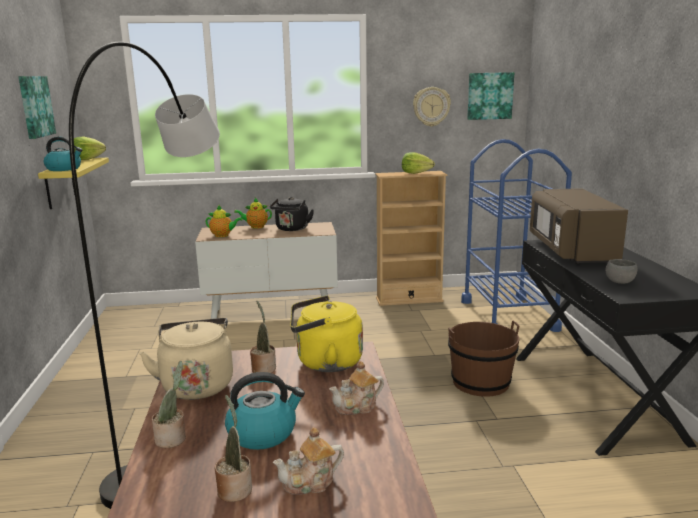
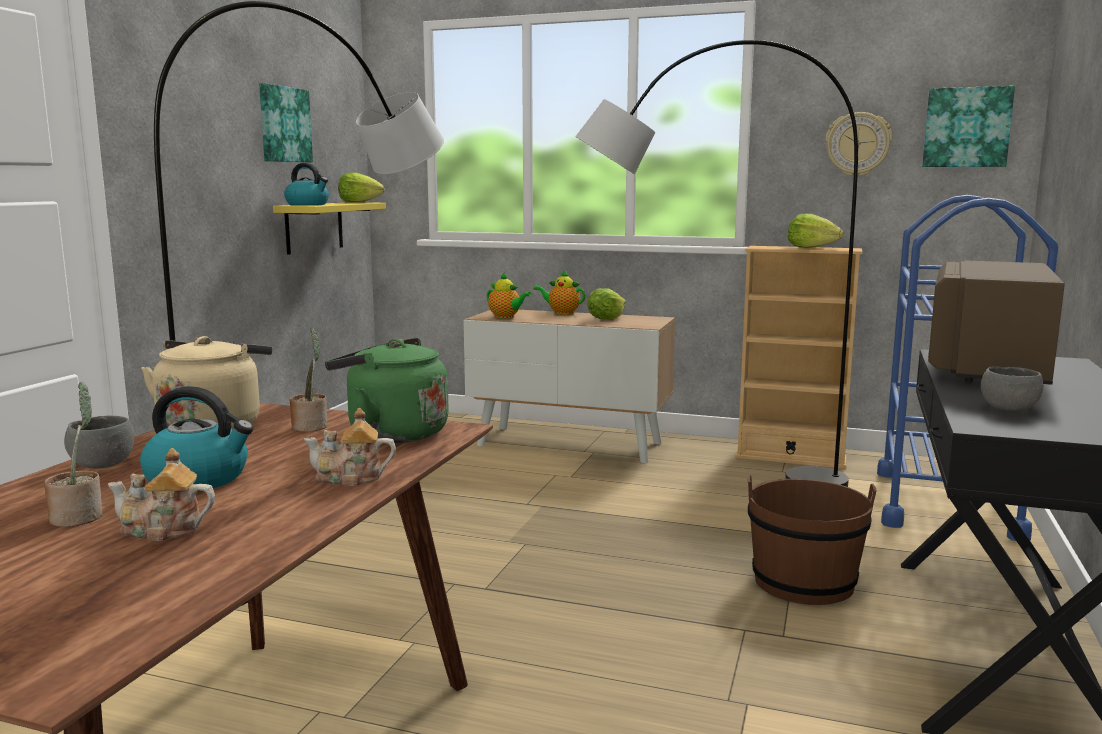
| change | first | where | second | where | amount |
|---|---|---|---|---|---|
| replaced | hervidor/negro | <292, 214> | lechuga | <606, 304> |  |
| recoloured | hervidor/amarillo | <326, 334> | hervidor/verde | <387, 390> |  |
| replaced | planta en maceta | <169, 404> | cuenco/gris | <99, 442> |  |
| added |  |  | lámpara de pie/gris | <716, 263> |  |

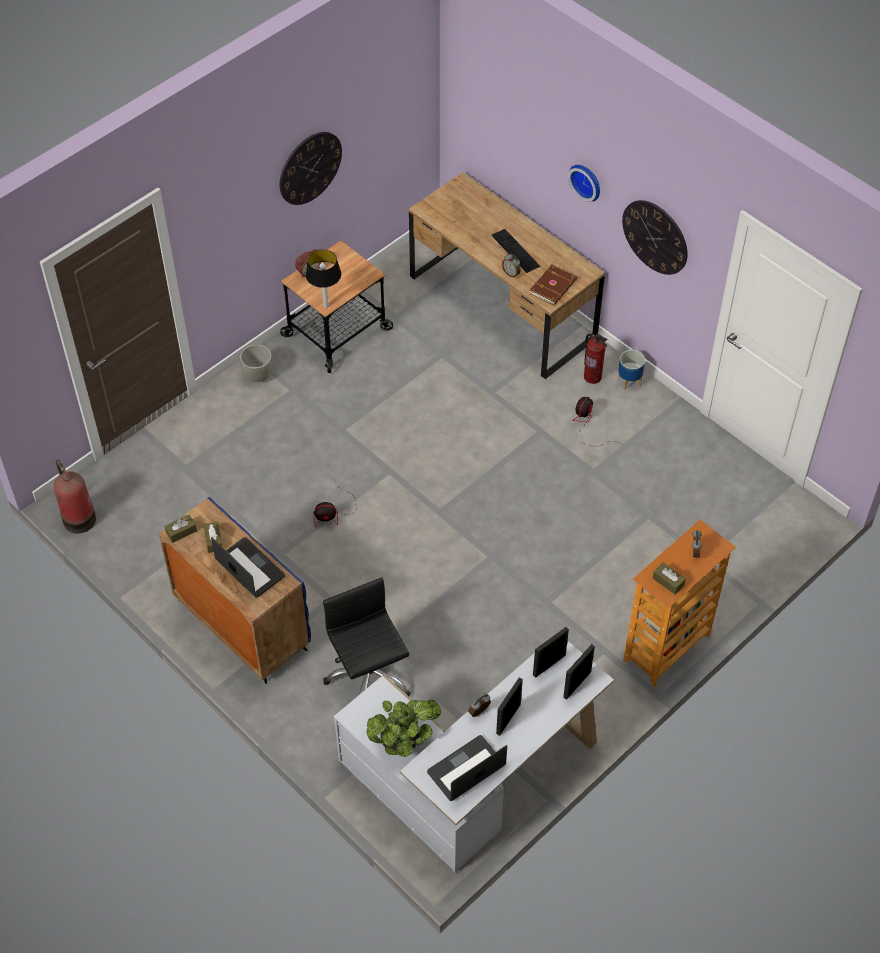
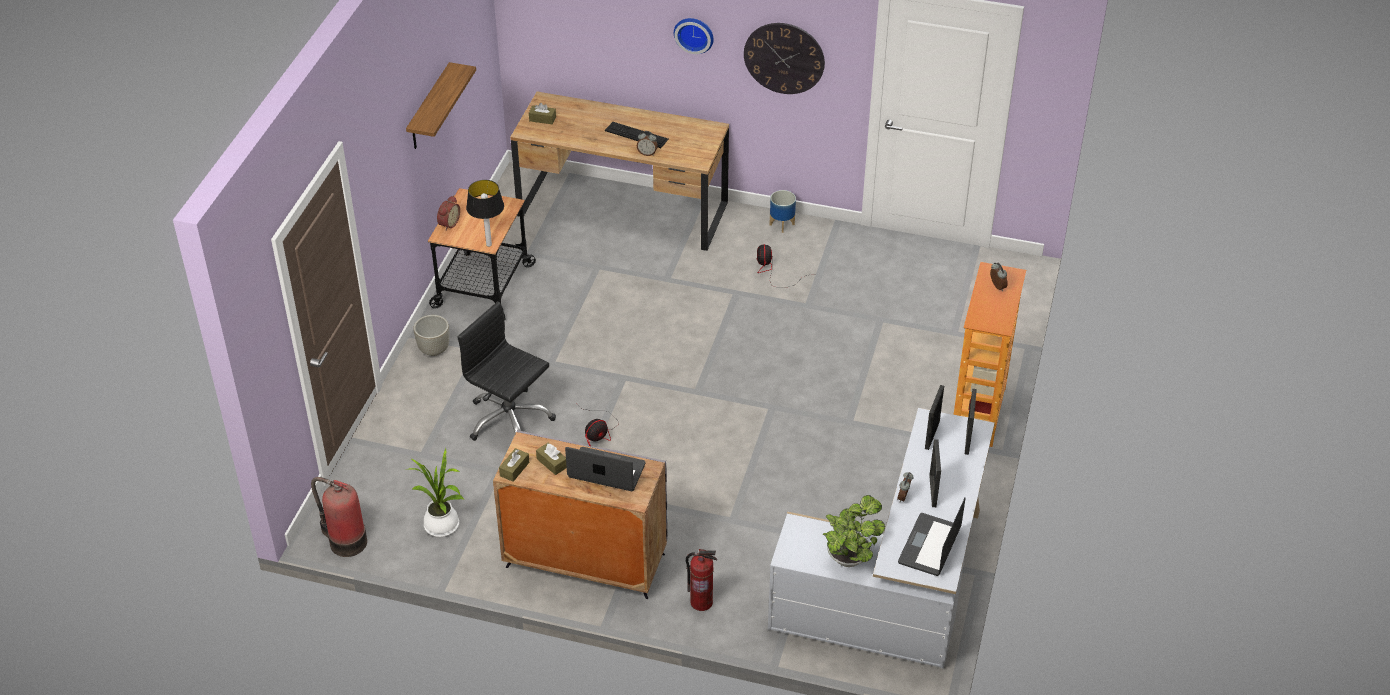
| change | first | where | second | where | amount |
|---|---|---|---|---|---|
| replaced | reloj de pared | <311, 168> | estante | <441, 105> |  |
| removed | libro/marrón | <553, 285> |  |  |  |
| moved | extintor | <596, 358> |  | <701, 580> |  |
| recoloured | armario/azul | <235, 590> | armario/gris | <580, 514> |  |
| moved | caja de pañuelos/marrón | <669, 578> |  | <542, 114> |  |
| moved | silla de oficina/negro | <367, 637> |  | <506, 371> |  |
| added |  |  | planta en maceta | <437, 492> |  |

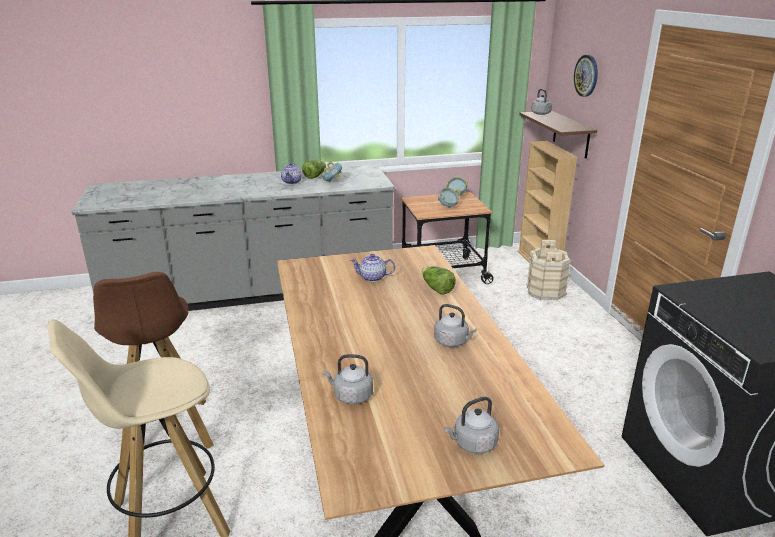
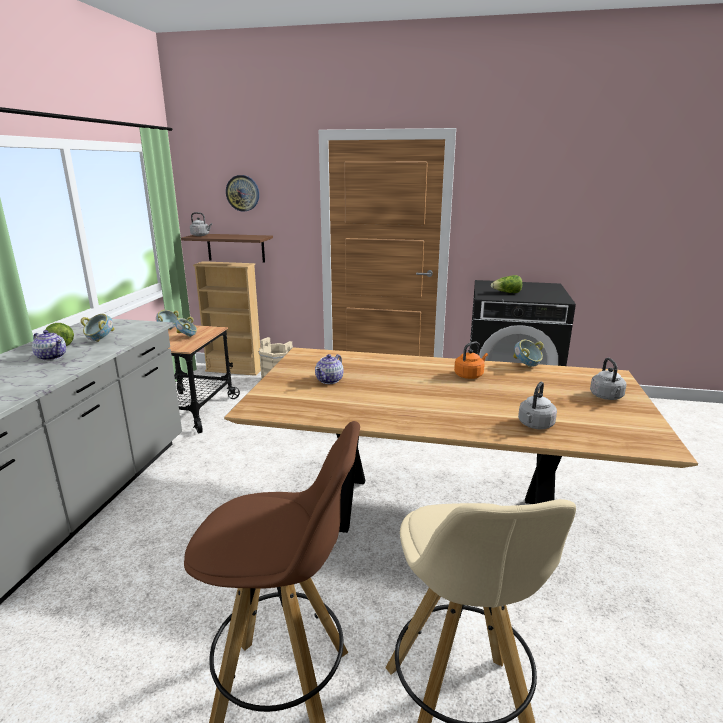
| change | first | where | second | where | amount |
|---|---|---|---|---|---|
| moved | lechuga | <439, 280> |  | <506, 284> |  |
| recoloured | hervidor/gris | <455, 325> | hervidor/naranja | <471, 360> |  |
| added |  |  | cuenco | <528, 353> |  |

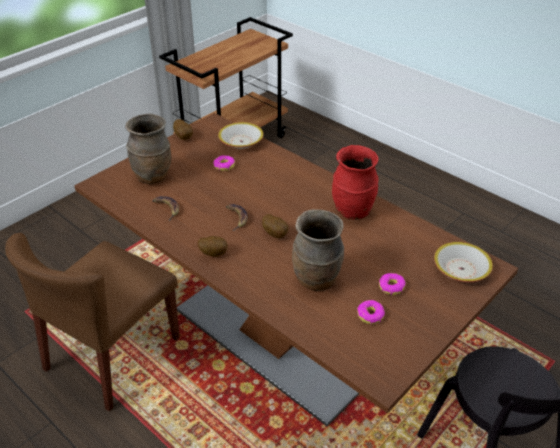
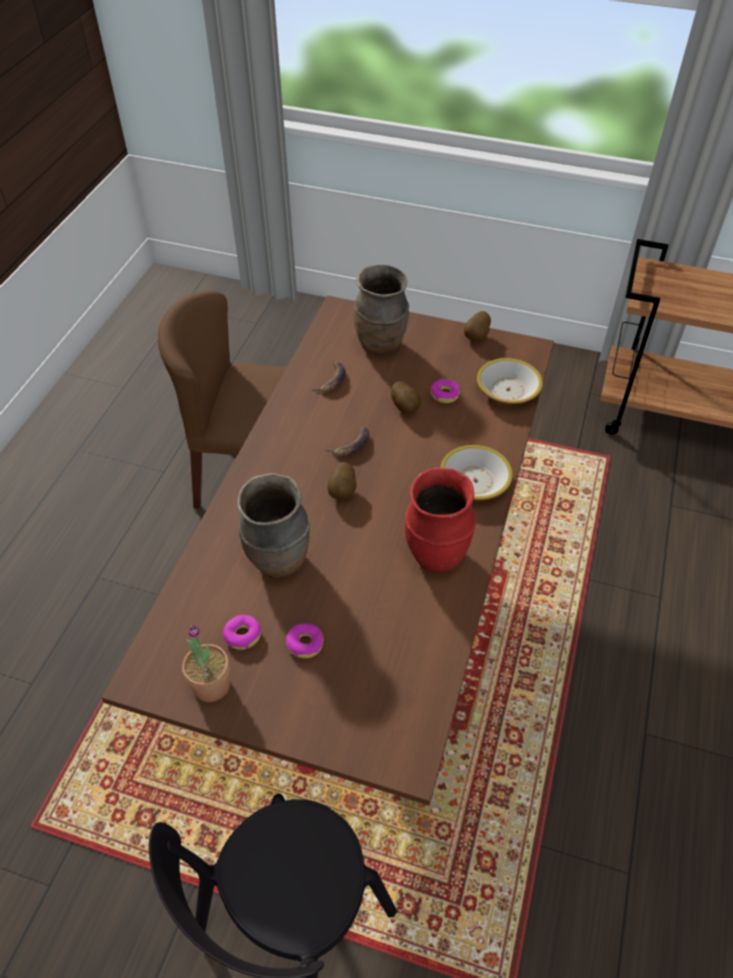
| change | first | where | second | where | amount |
|---|---|---|---|---|---|
| moved | patata | <212, 246> |  | <406, 397> |  |
| moved | cuenco | <463, 262> |  | <476, 472> |  |
| added |  |  | planta en maceta | <206, 663> |  |

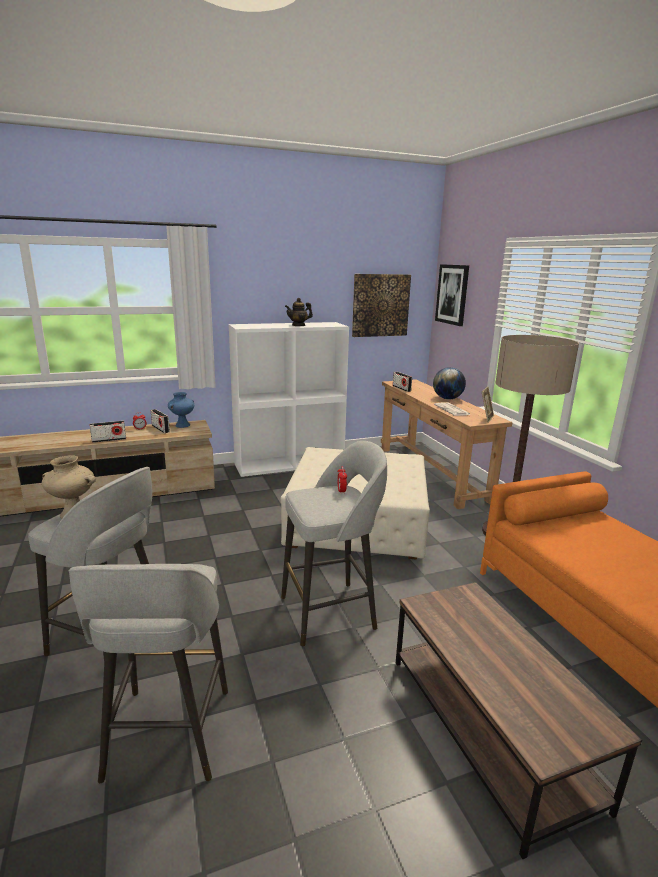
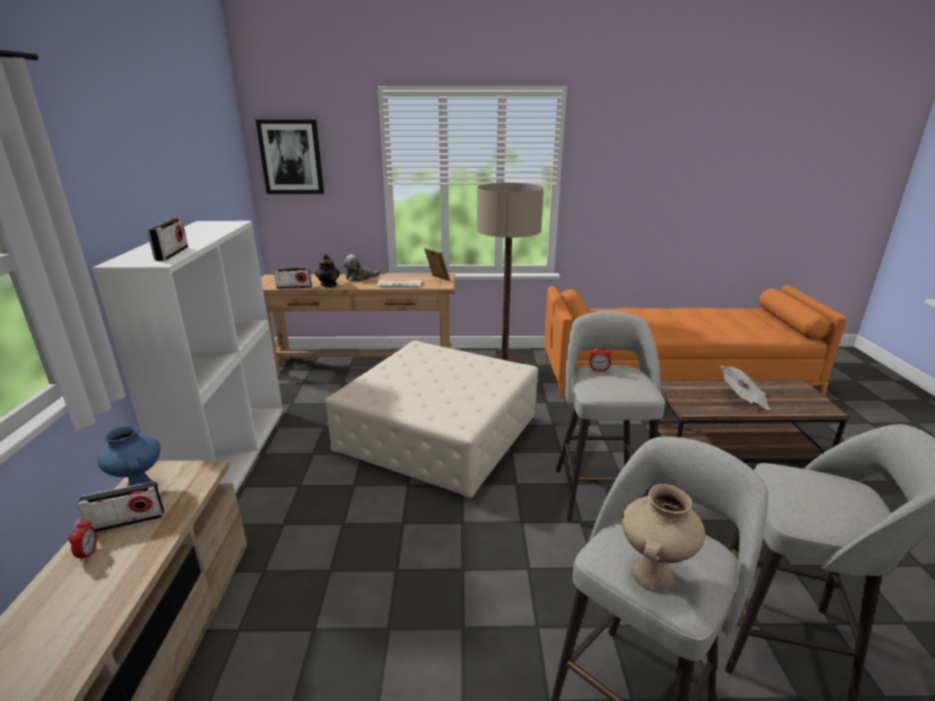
| change | first | where | second | where | amount |
|---|---|---|---|---|---|
| removed | cuadro | <381, 305> |  |  |  |
| moved | tetera | <299, 312> |  | <327, 270> |  |
| replaced | globo terráqueo | <449, 383> | peluche | <362, 268> |  |
| moved | radio | <108, 432> |  | <167, 239> |  |
| added |  |  | periódico | <745, 388> |  |

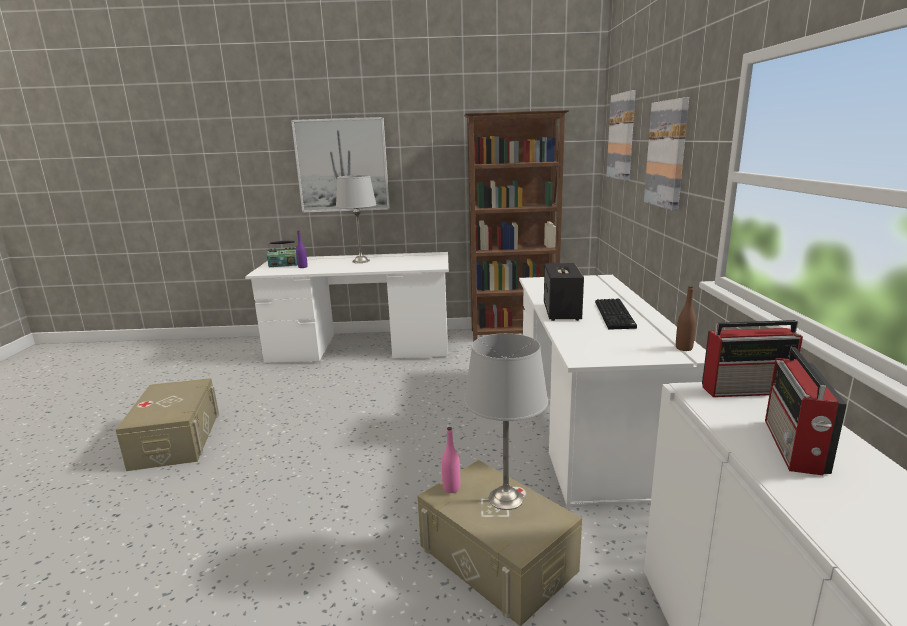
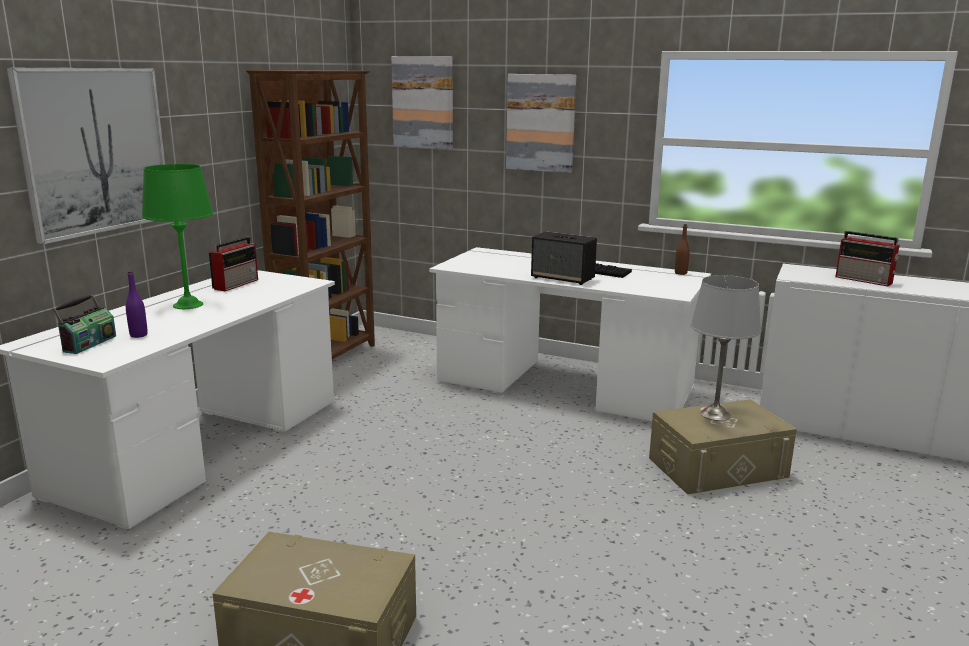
| change | first | where | second | where | amount |
|---|---|---|---|---|---|
| recoloured | lámpara de mesa/gris | <356, 219> | lámpara de mesa/verde | <177, 236> |  |
| moved | radio | <752, 358> |  | <233, 264> |  |
| removed | botella/rosa | <451, 460> |  |  |  |

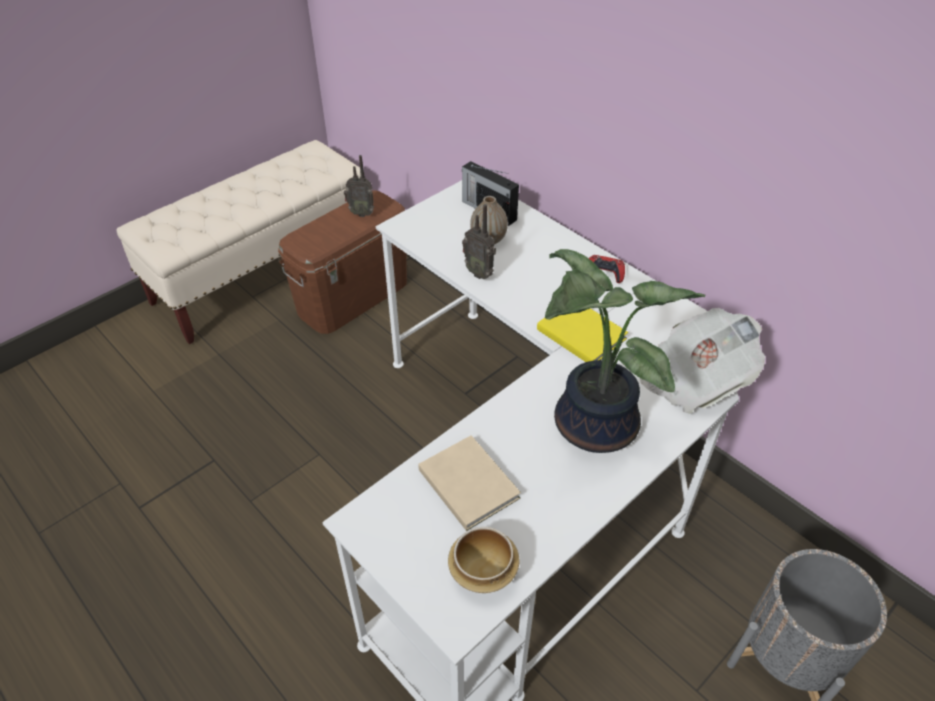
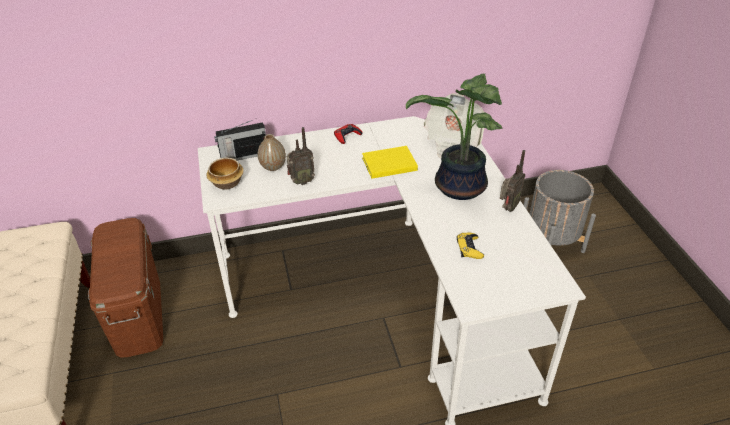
| change | first | where | second | where | amount |
|---|---|---|---|---|---|
| moved | radio | <359, 186> |  | <512, 181> |  |
| replaced | libro/beis | <469, 483> | mando de consola/amarillo | <470, 245> |  |
| moved | cuenco | <483, 560> |  | <225, 174> |  |

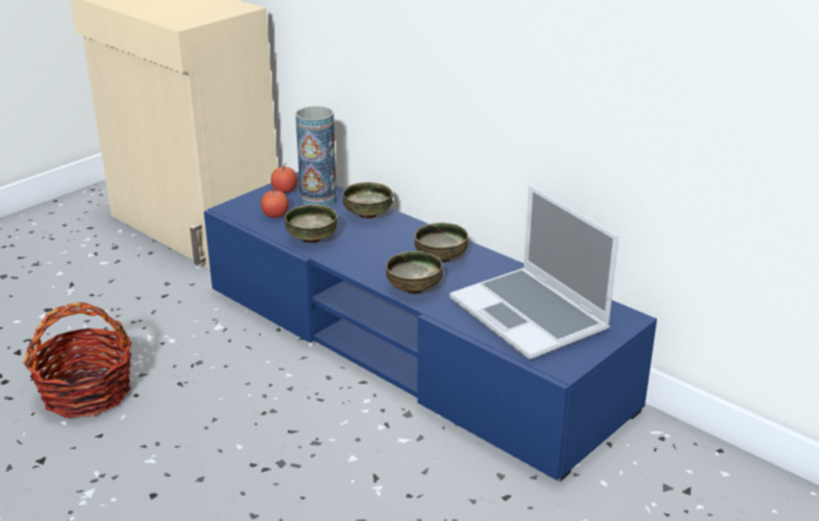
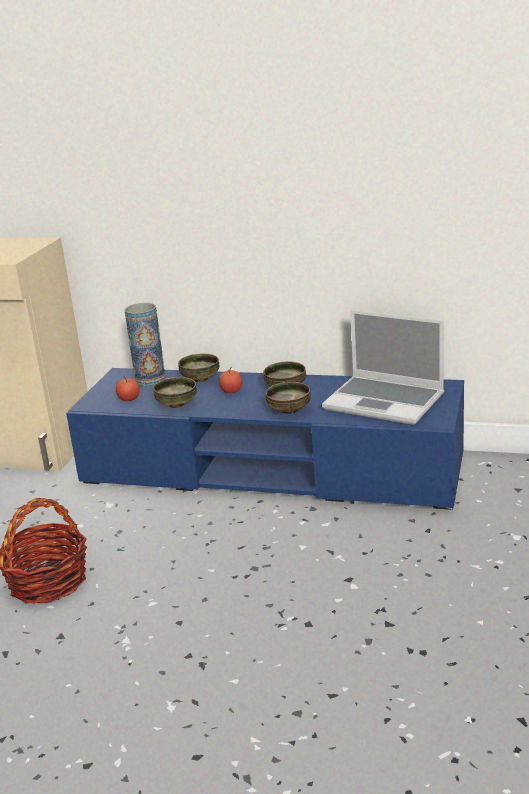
| change | first | where | second | where | amount |
|---|---|---|---|---|---|
| moved | manzana | <284, 178> |  | <230, 379> |  |

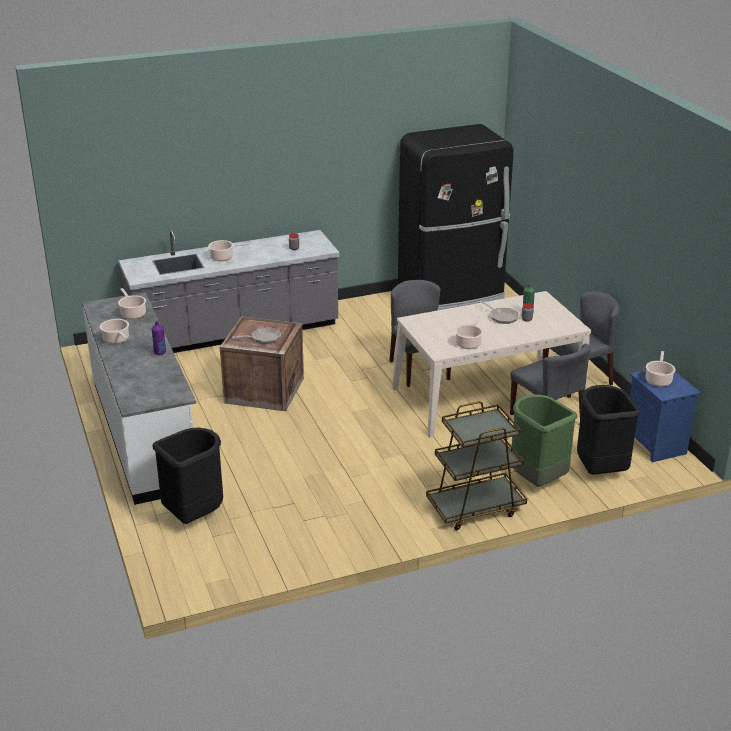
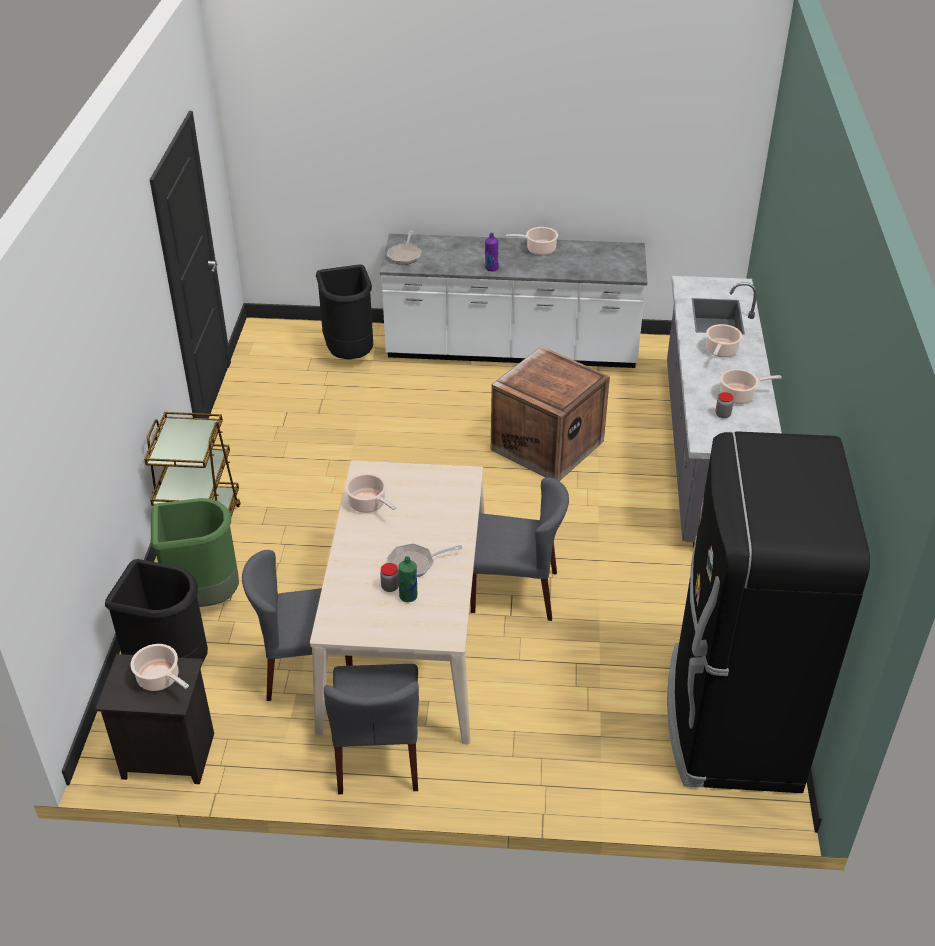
| change | first | where | second | where | amount |
|---|---|---|---|---|---|
| moved | olla | <132, 303> |  | <751, 386> |  |
| moved | sartén | <256, 335> |  | <404, 247> |  |
| recoloured | mesita de noche/azul | <665, 416> | mesita de noche/negro | <154, 719> |  |

